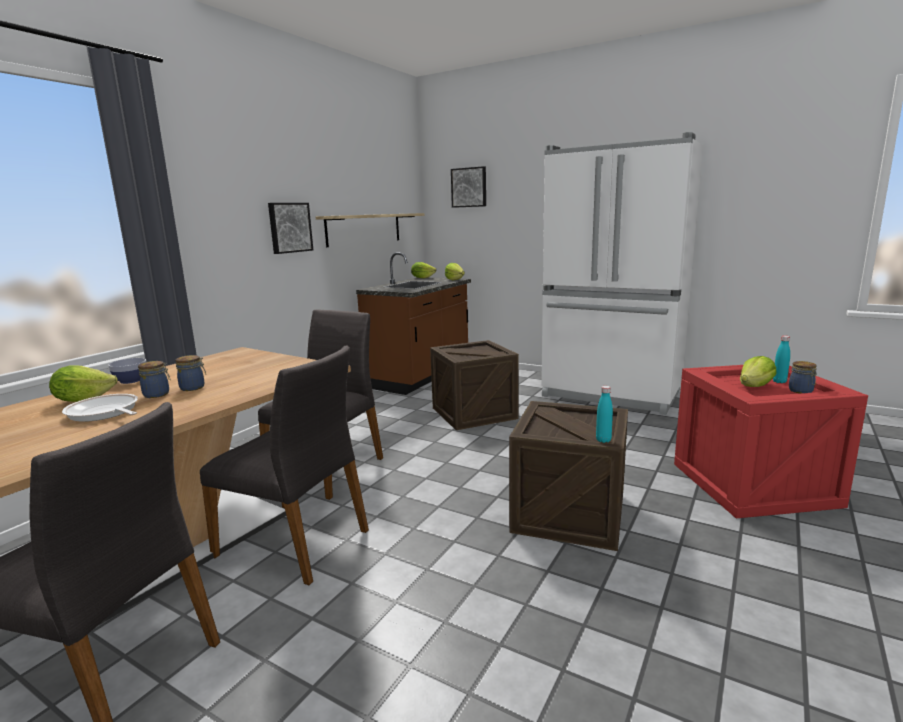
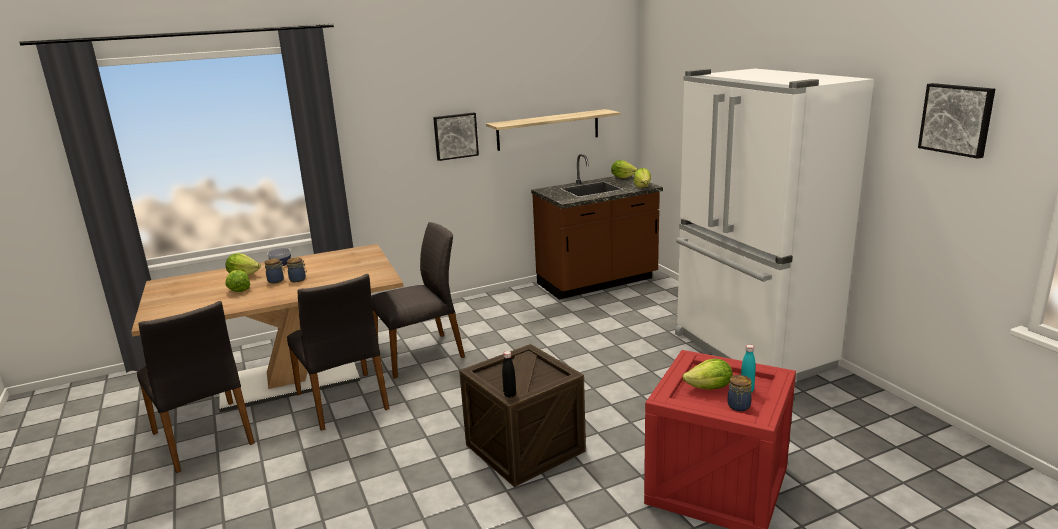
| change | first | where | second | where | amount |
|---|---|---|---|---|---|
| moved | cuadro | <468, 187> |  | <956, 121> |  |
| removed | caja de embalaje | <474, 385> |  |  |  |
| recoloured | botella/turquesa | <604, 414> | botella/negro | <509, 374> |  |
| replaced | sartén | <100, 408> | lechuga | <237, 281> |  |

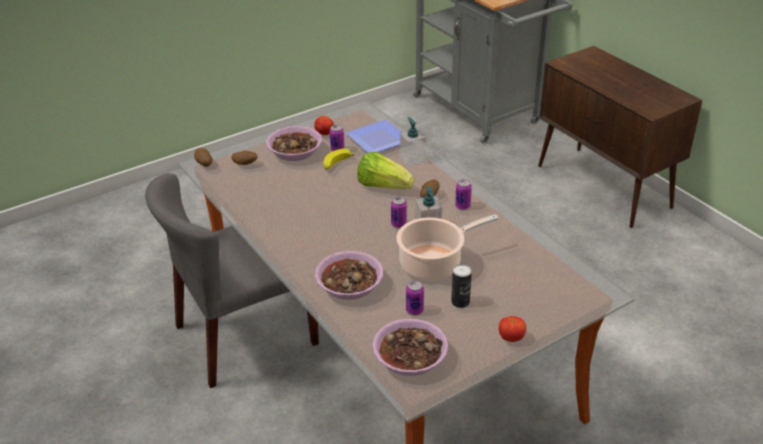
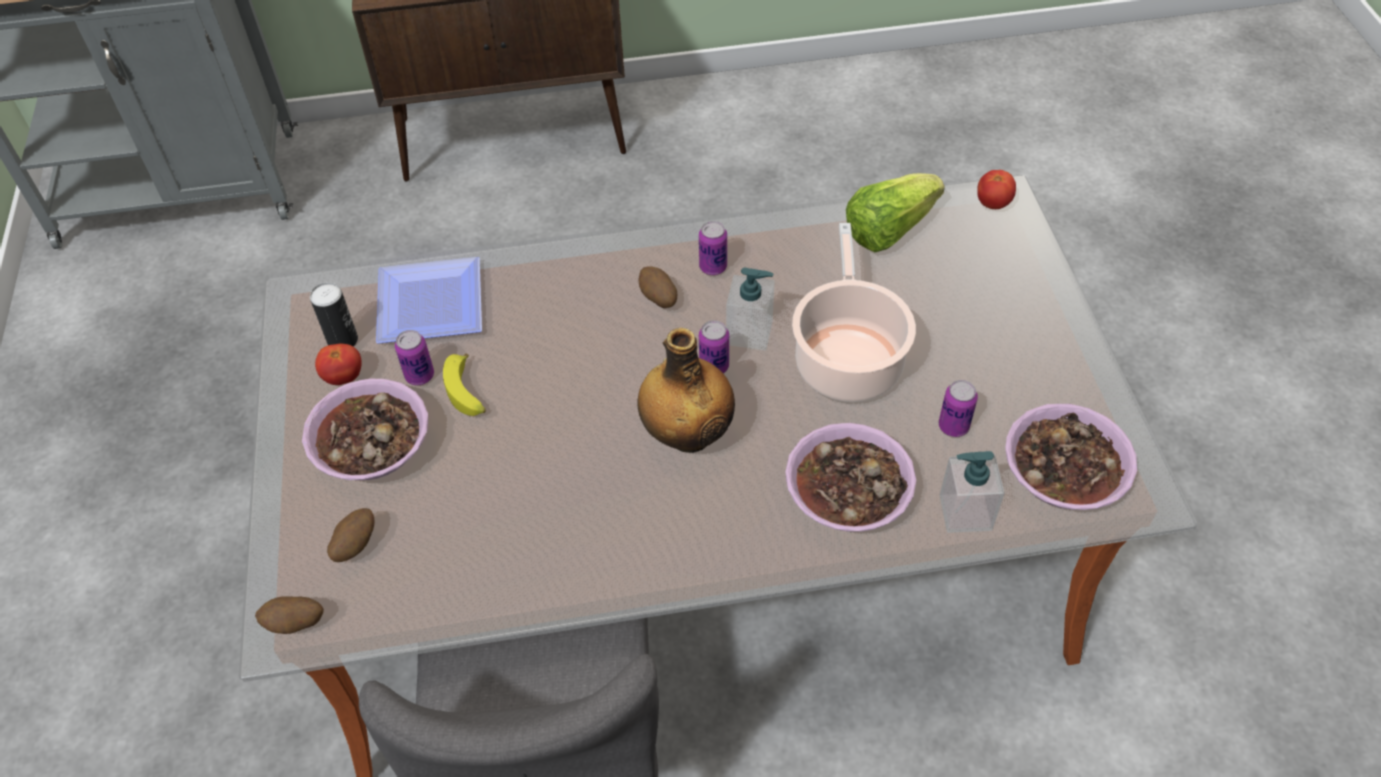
| change | first | where | second | where | amount |
|---|---|---|---|---|---|
| moved | dispensador de jabón | <413, 141> |  | <972, 492> |  |
| moved | lechuga | <385, 170> |  | <895, 212> |  |
| moved | lata | <461, 286> |  | <334, 314> |  |
| moved | tomate | <512, 329> |  | <996, 189> |  |
| added |  |  | botella | <686, 390> |  |

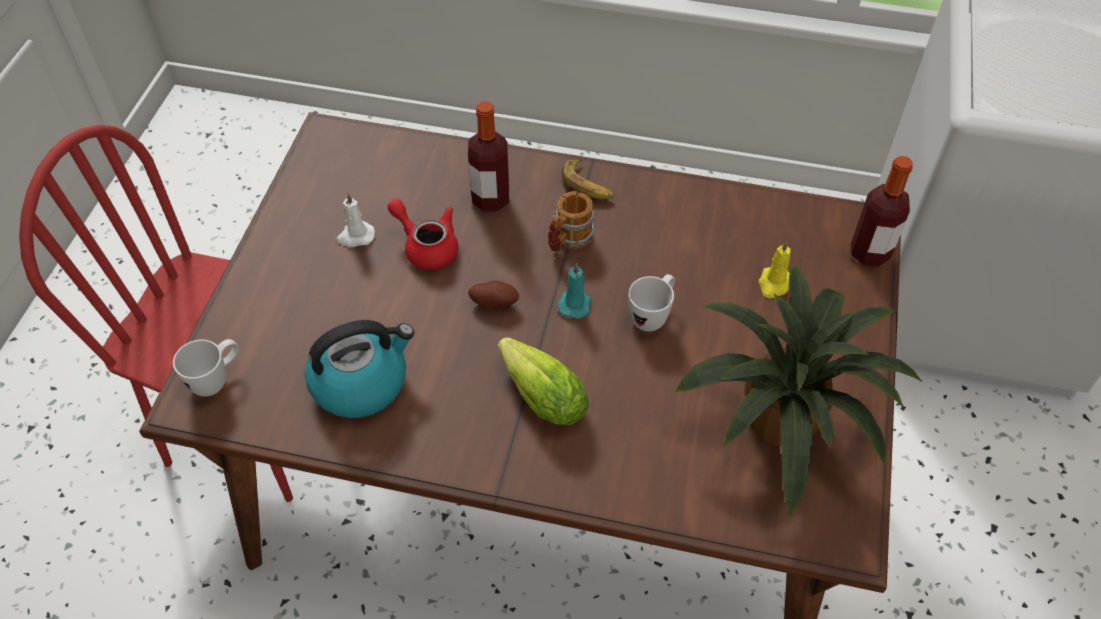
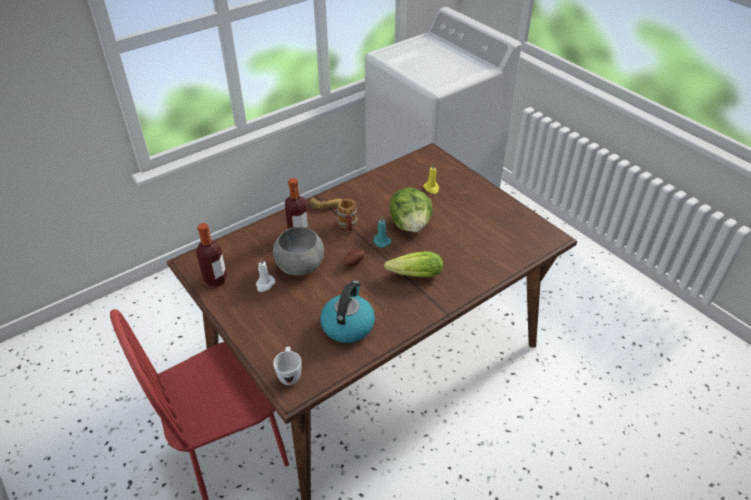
| change | first | where | second | where | amount |
|---|---|---|---|---|---|
| moved | botella | <882, 211> |  | <211, 255> |  |
| replaced | tetera/rojo | <423, 234> | cuenco/gris | <298, 251> |  |
| removed | planta en maceta | <798, 390> |  |  |  |
| replaced | taza grande/blanco | <651, 302> | lechuga | <411, 210> |  |

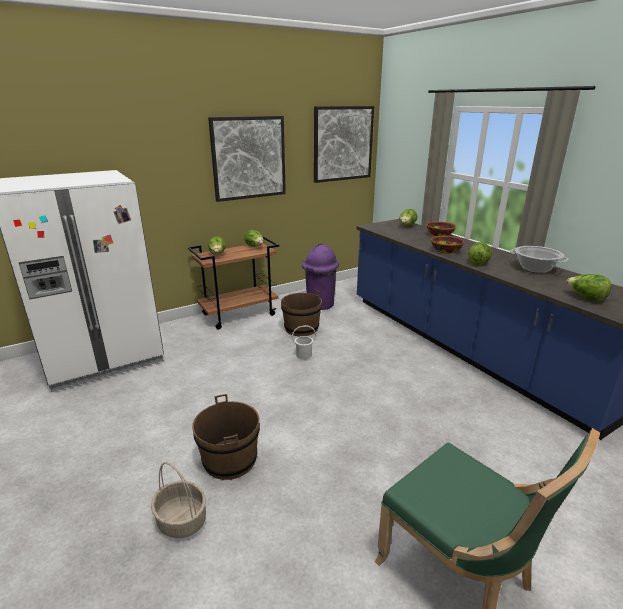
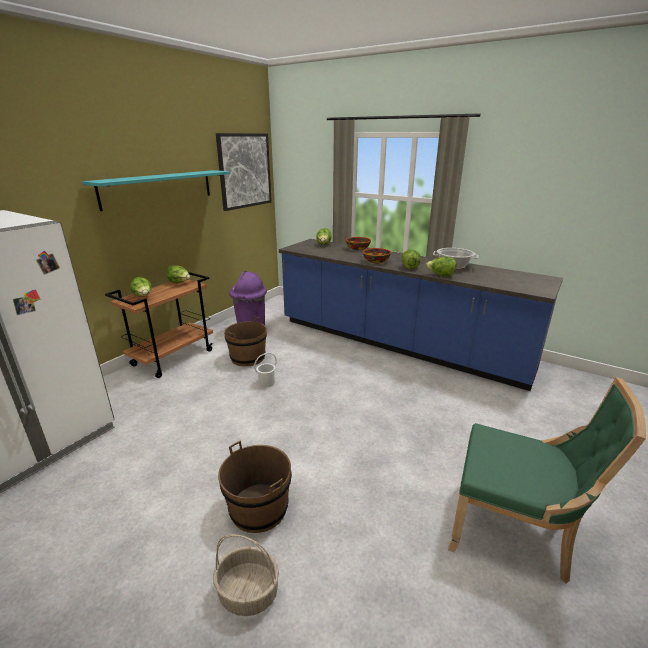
| change | first | where | second | where | amount |
|---|---|---|---|---|---|
| replaced | cuadro | <247, 159> | estante/turquesa | <156, 190> |  |
| moved | lechuga | <589, 287> |  | <441, 267> |  |

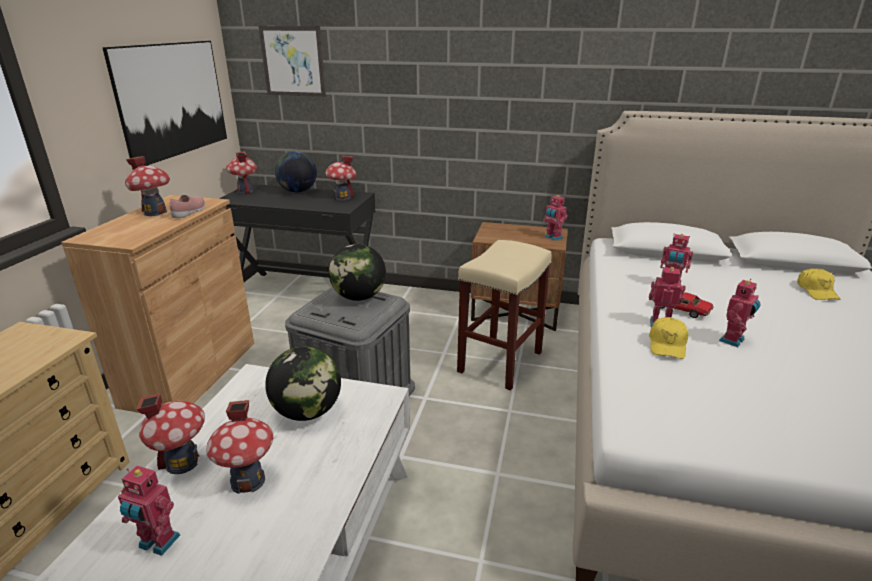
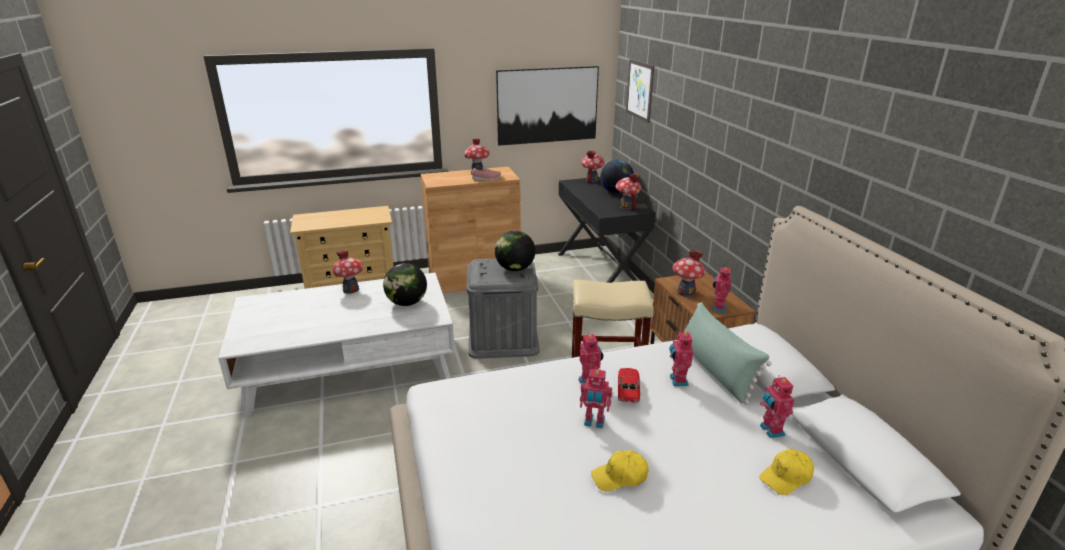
| change | first | where | second | where | amount |
|---|---|---|---|---|---|
| moved | gorra/amarillo | <668, 338> |  | <620, 470> |  |
| moved | casita | <239, 447> |  | <689, 273> |  |
| moved | robot de juguete | <149, 511> |  | <777, 406> |  |
| added |  |  | cojín/verde | <728, 353> |  |

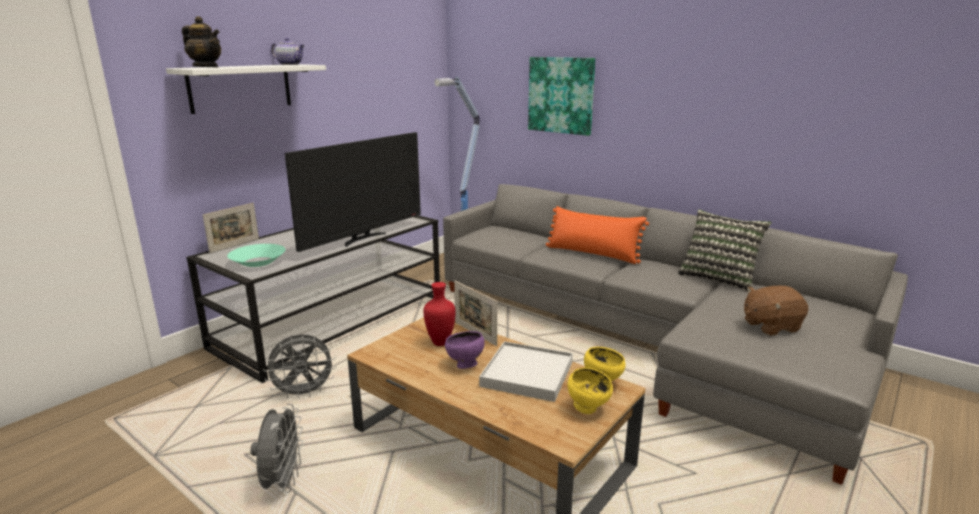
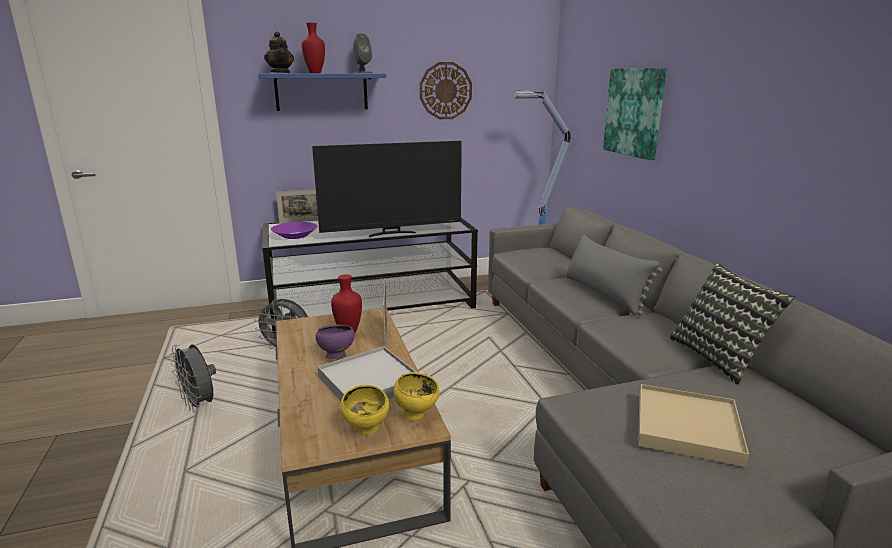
| change | first | where | second | where | amount |
|---|---|---|---|---|---|
| replaced | tetera | <288, 51> | altavoz/gris | <362, 53> |  |
| recoloured | estante/blanco | <246, 89> | estante/azul | <322, 92> |  |
| recoloured | cojín/naranja | <597, 235> | cojín/gris | <613, 275> |  |
| recoloured | cuenco/turquesa | <256, 255> | cuenco/morado | <294, 230> |  |
| replaced | peluche/marrón | <776, 311> | bandeja/beis | <693, 425> |  |
| turned | ventilador/gris | <276, 448> |  | <193, 378> | 105 degrees clockwise |
| added |  |  | florero/rojo | <313, 47> |  |
| added |  |  | reloj de pared | <446, 90> |  |

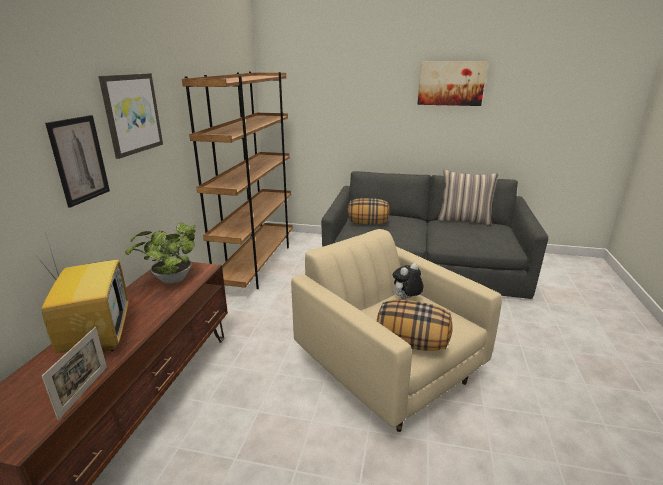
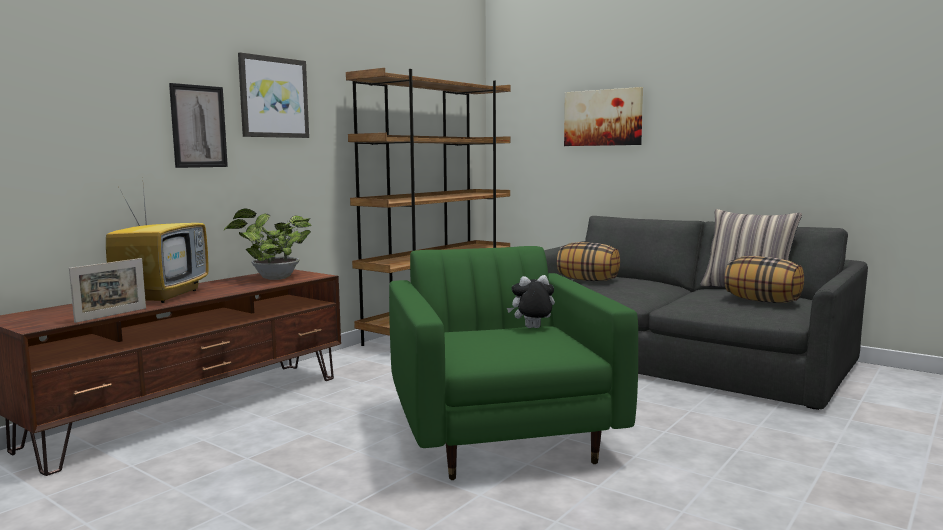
| change | first | where | second | where | amount |
|---|---|---|---|---|---|
| moved | cuadro | <452, 83> |  | <603, 116> |  |
| recoloured | sillón/beis | <396, 330> | sillón/verde | <513, 363> |  |
| moved | cojín | <414, 325> |  | <764, 279> |  |

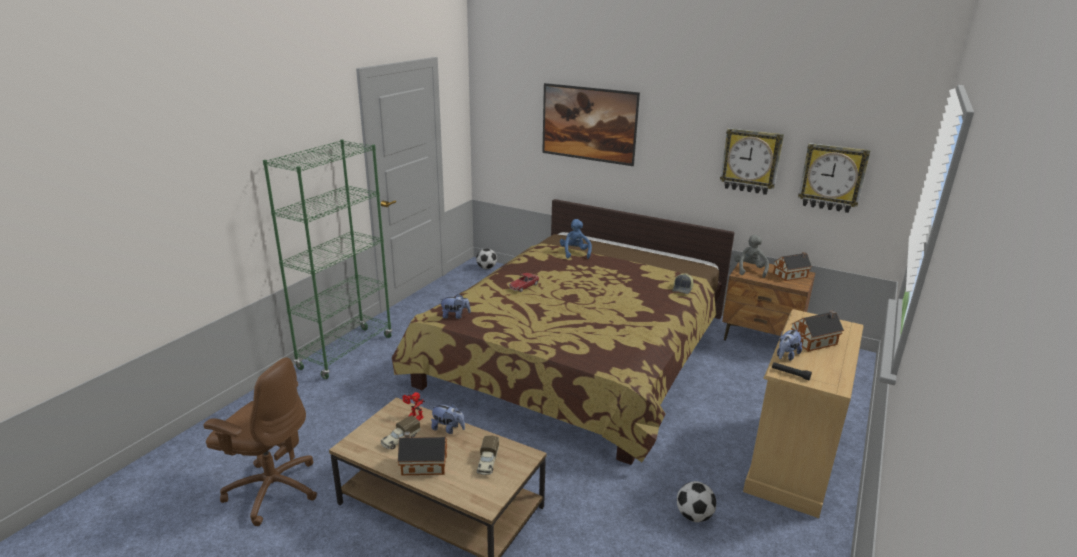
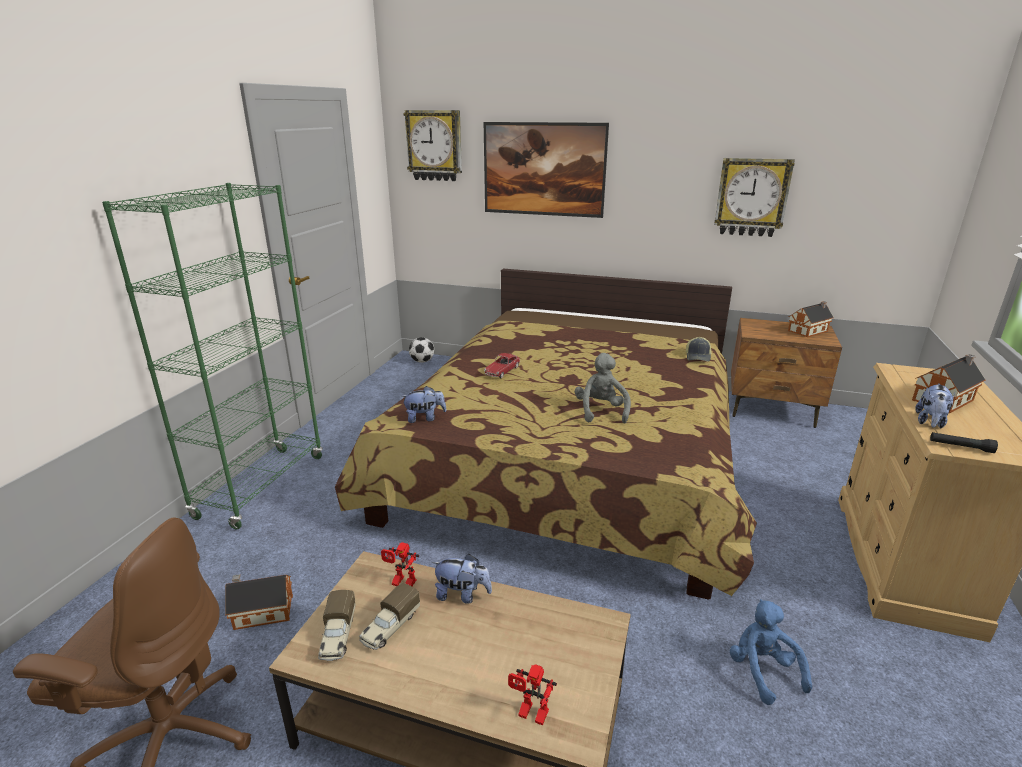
| change | first | where | second | where | amount |
|---|---|---|---|---|---|
| moved | reloj de pared | <834, 178> |  | <432, 145> |  |
| moved | peluche/azul | <576, 239> |  | <771, 652> |  |
| moved | peluche/gris | <751, 256> |  | <603, 388> |  |
| moved | casita | <422, 453> |  | <259, 602> |  |
| moved | camión de juguete | <488, 455> |  | <337, 625> |  |
| removed | balón de fútbol | <696, 501> |  |  |  |
| added |  |  | robot de juguete | <532, 694> |  |

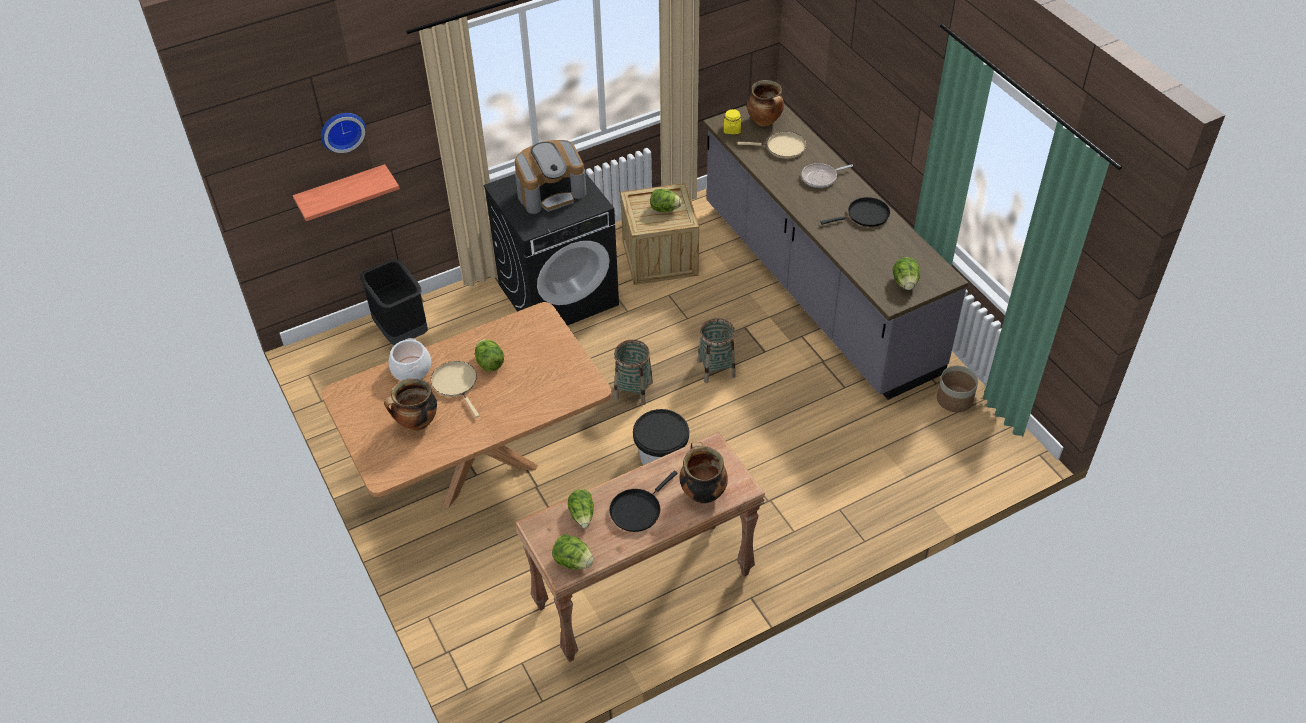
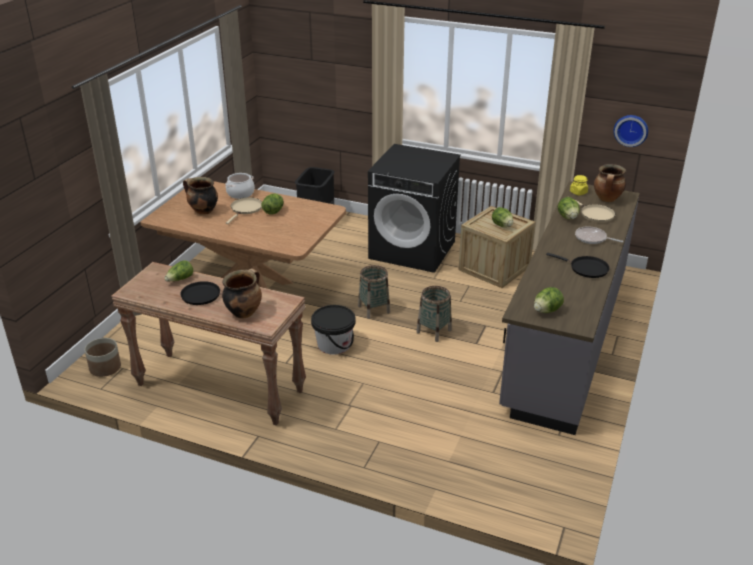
| change | first | where | second | where | amount |
|---|---|---|---|---|---|
| moved | reloj de pared | <343, 133> |  | <630, 131> |  |
| removed | cafetera | <550, 177> |  |  |  |
| removed | estante | <346, 192> |  |  |  |
| moved | maceta | <957, 389> |  | <103, 357> |  |
| moved | lechuga | <572, 552> |  | <569, 208> |  |

